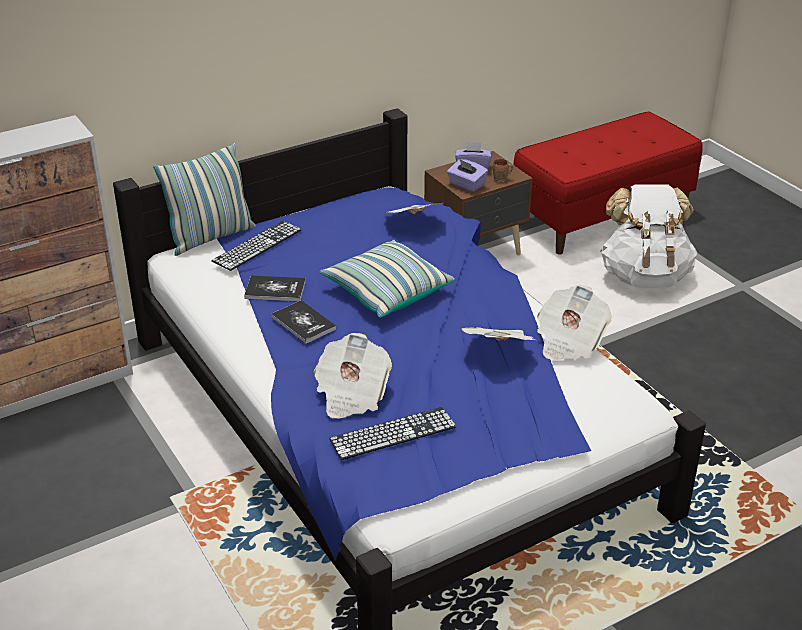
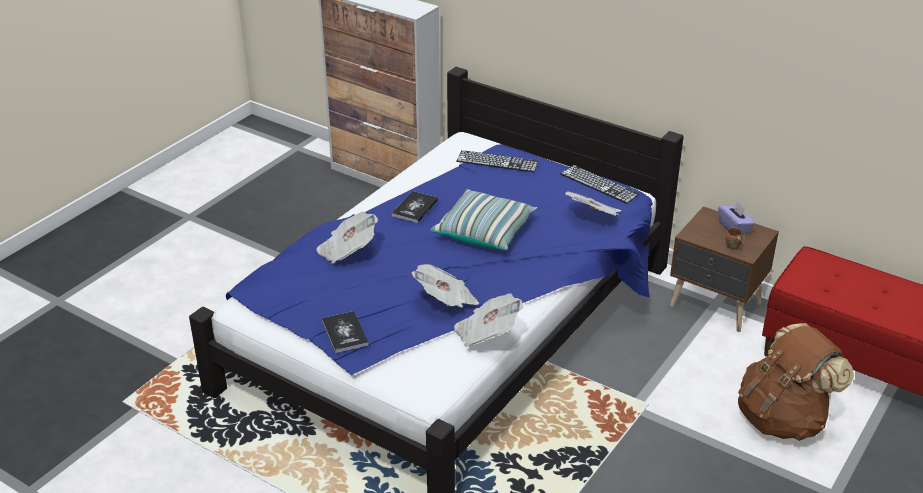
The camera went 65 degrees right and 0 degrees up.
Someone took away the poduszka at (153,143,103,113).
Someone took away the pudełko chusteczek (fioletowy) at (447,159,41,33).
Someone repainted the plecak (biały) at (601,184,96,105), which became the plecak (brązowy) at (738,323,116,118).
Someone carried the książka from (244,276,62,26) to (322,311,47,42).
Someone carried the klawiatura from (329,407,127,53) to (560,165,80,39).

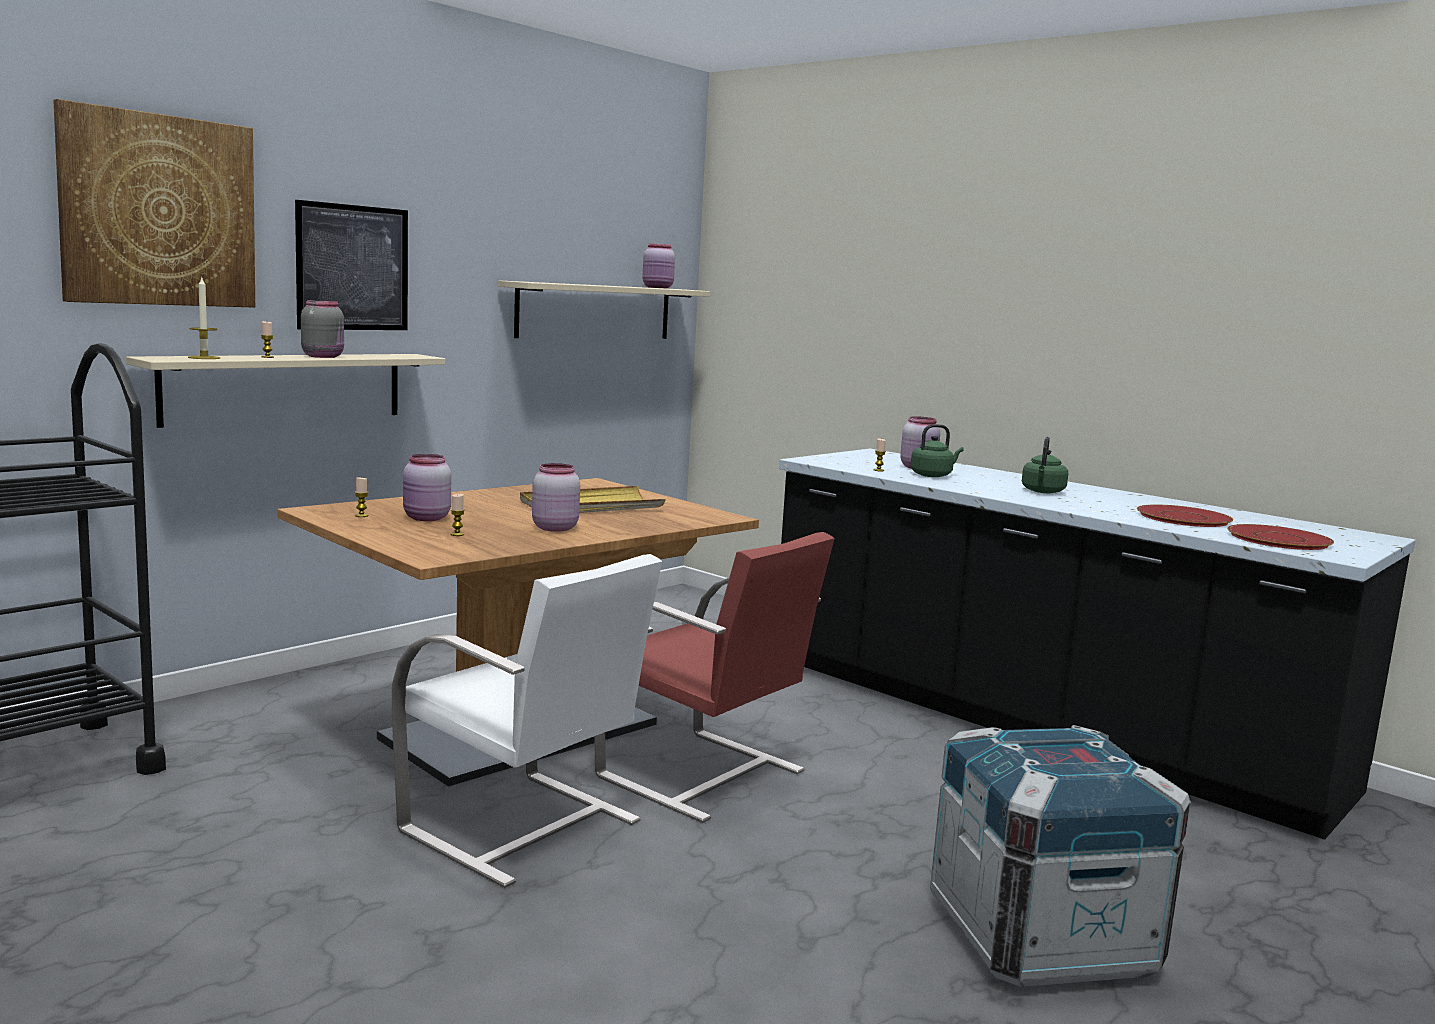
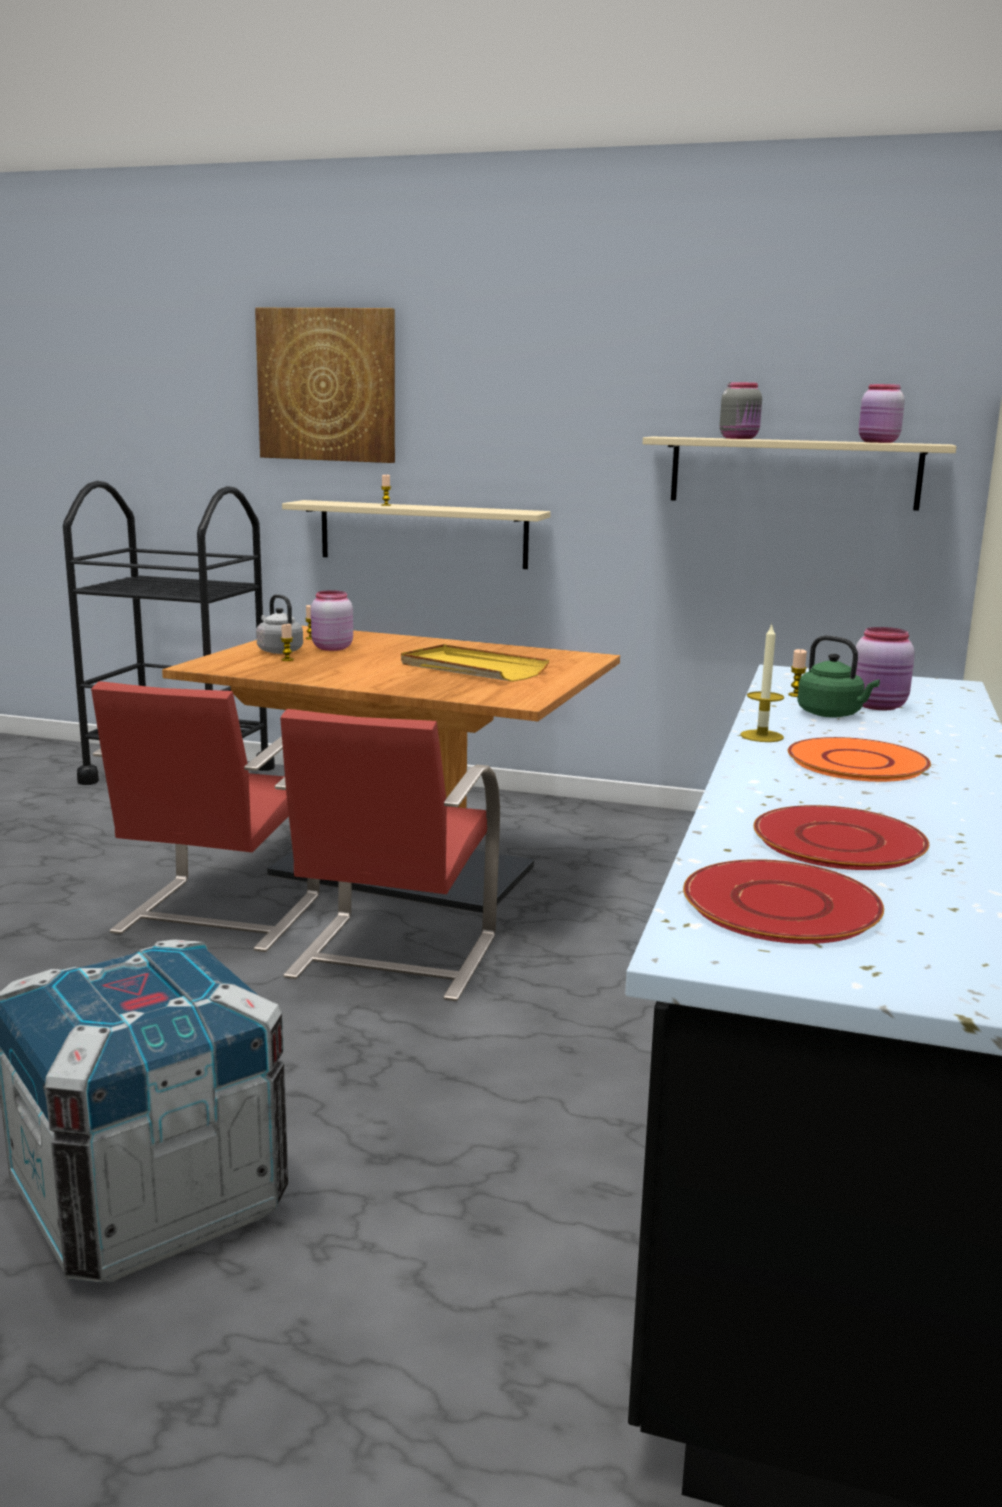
The camera went 65 degrees right and 5 degrees up.
Someone took away the obraz at (295,200,113,130).
Someone carried the świeca from (188,278,32,81) to (740,624,44,118).
Someone carried the słoik (szary) from (301,300,43,58) to (720,382,42,57).
Someone swapped the czajnik (zielony) at (1022,437,46,56) for the talerz (pomarańczowy) at (788,737,143,45).
Someone took away the słoik (różowy) at (532,463,48,69).
Someone repainted the krzesło (biały) at (392,554,270,334), which became the krzesło (czerwony) at (91,681,229,271).
Someone put down the czajnik (szary) at (256,594,47,60).

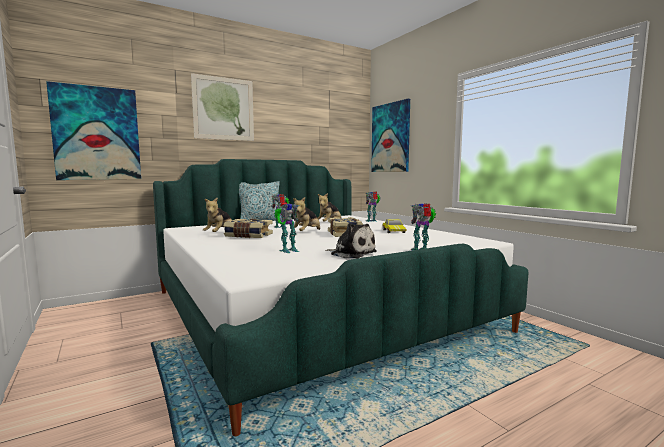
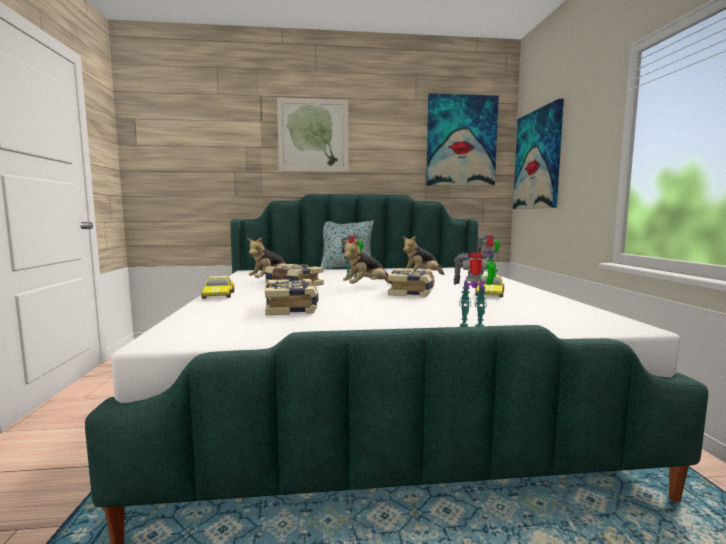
The camera went 25 degrees right and 0 degrees up.
Someone carried the obraz from (46,81,95,99) to (426,93,73,93).
Someone swapped the robot zabawkowy at (274,202,25,51) for the książka at (265,279,54,36).
Someone took away the pluszak at (325,223,52,35).
Someone put down the samochodzik at (201,276,34,23).

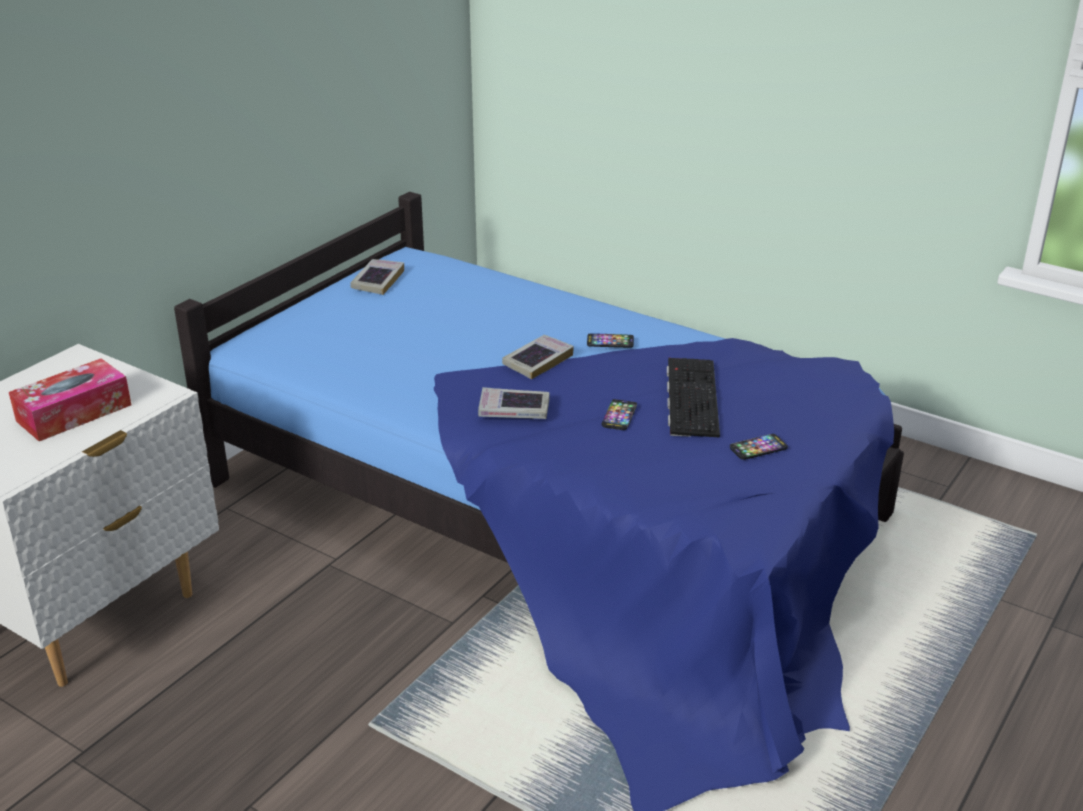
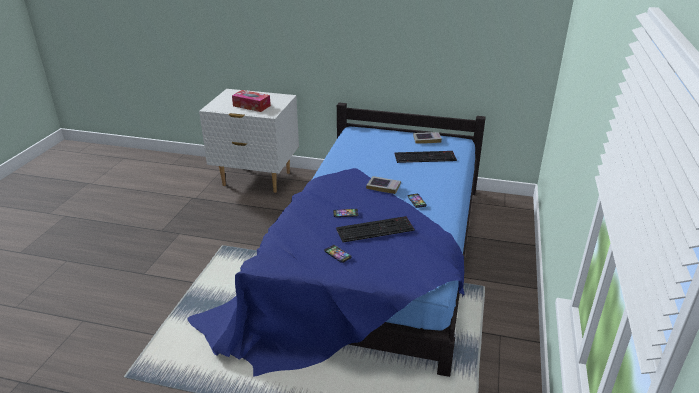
The camera went 70 degrees right and 0 degrees up.
Someone took away the książka at (478,387,71,32).
Someone put down the klawiatura at (394,151,63,12).

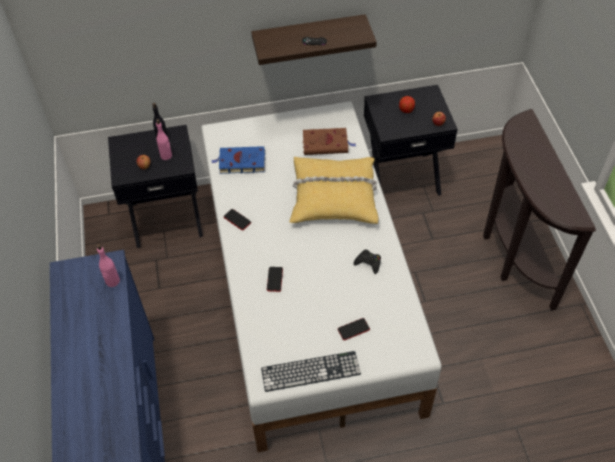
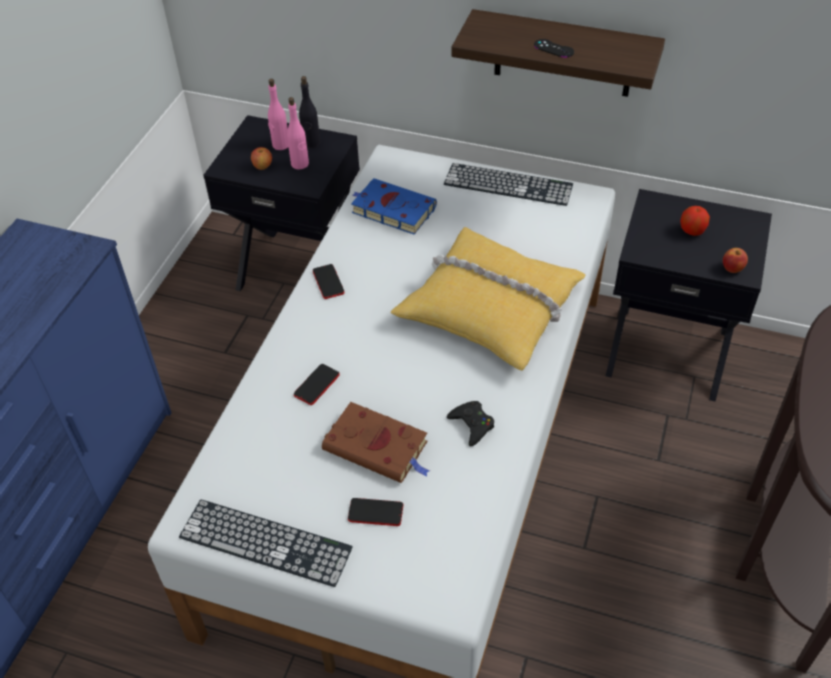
The camera went 30 degrees right and 5 degrees down.
Someone carried the książka (brązowy) from (303,128,53,27) to (322,402,108,81).
Someone carried the butelka (różowy) from (97,244,23,43) to (268,79,20,71).
Someone put down the klawiatura at (444,163,129,43).

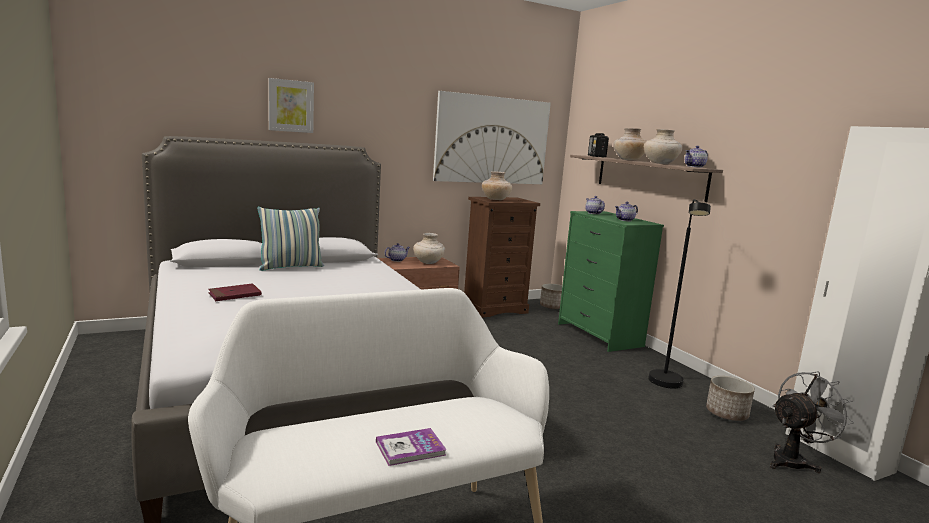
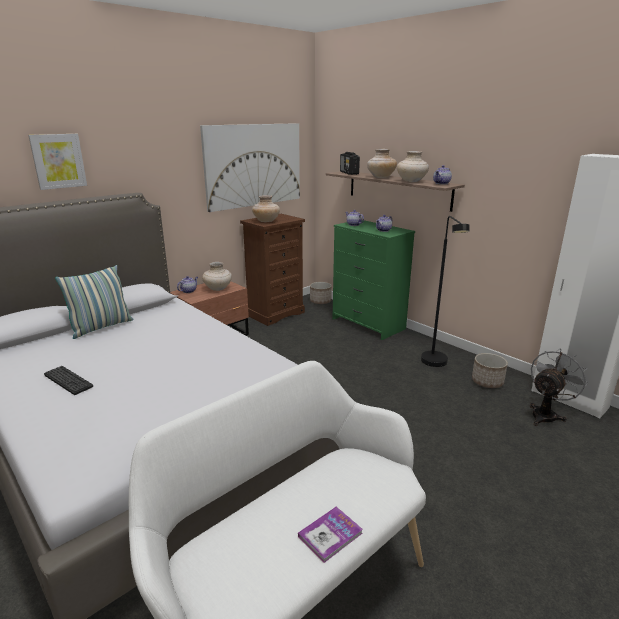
The camera went 15 degrees left and 10 degrees up.
Someone swapped the książka (czerwony) at (208,283,54,18) for the klawiatura at (44,366,49,29).

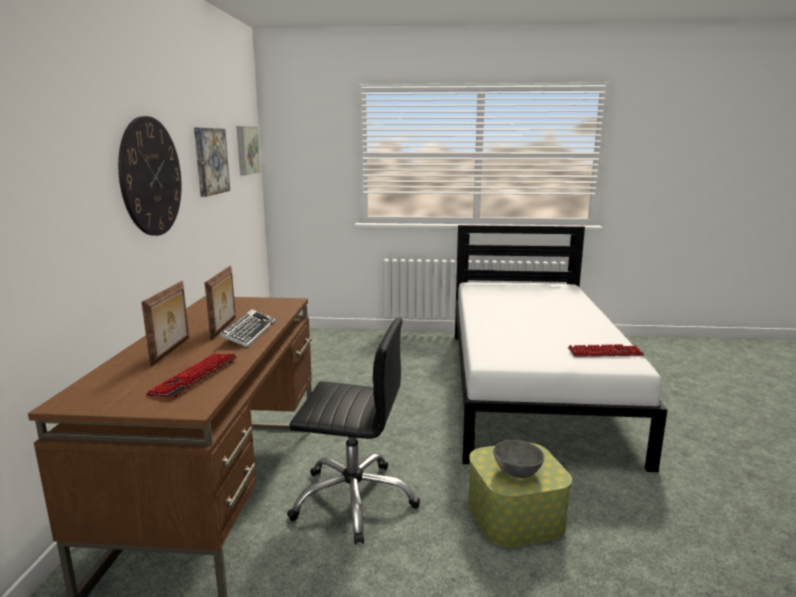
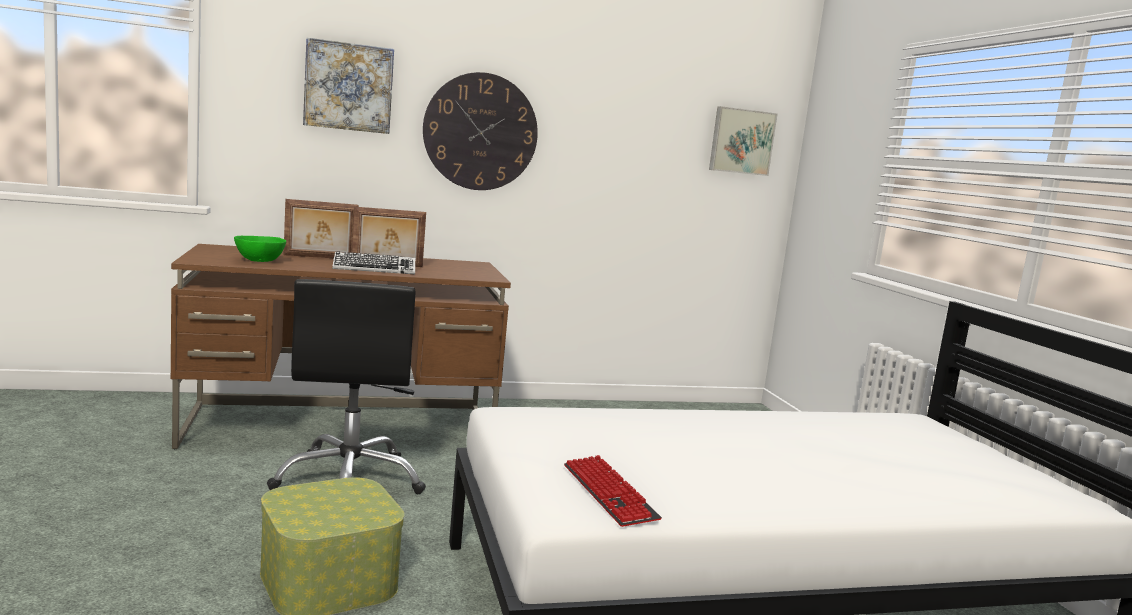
The camera went 70 degrees right and 5 degrees down.
Someone carried the obraz from (194,127,36,70) to (303,38,91,96).
Someone swapped the klawiatura at (146,353,91,45) for the miska (zielony) at (234,236,52,26).
Someone took away the miska (szary) at (493,440,51,38).

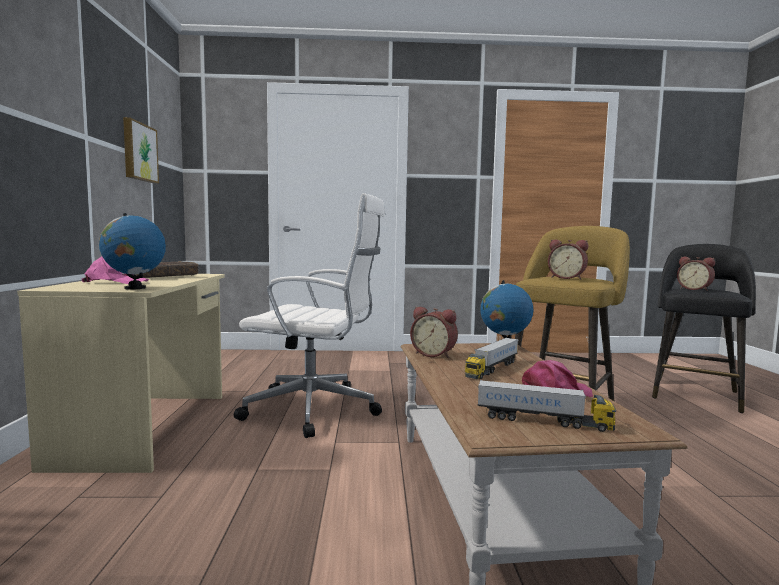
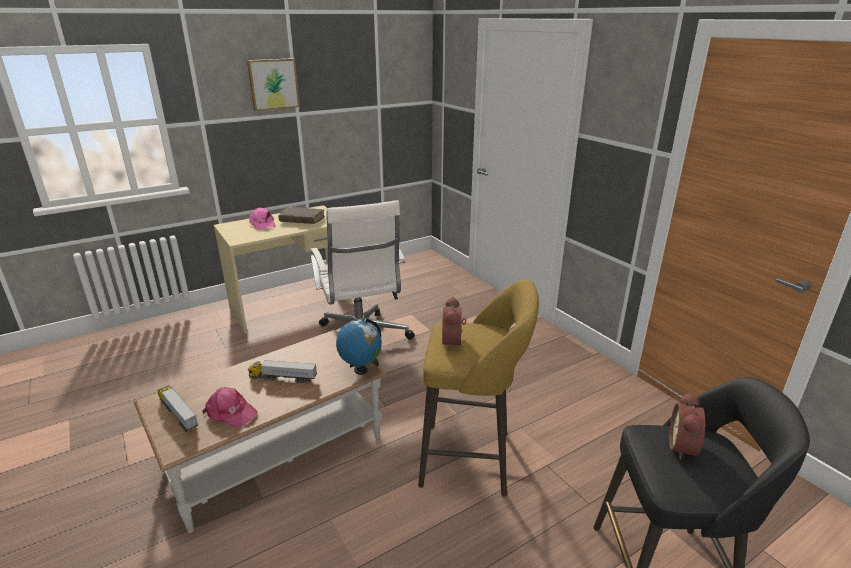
The camera went 60 degrees right and 20 degrees up.
Someone carried the obraz from (123,117,36,66) to (247,58,53,53).
Someone took away the globus at (99,213,67,77).
Someone took away the budzik at (410,307,48,51).
Someone rotated the ciężarówka zabawkowa at (478,380,138,52) by 150 degrees clockwise.

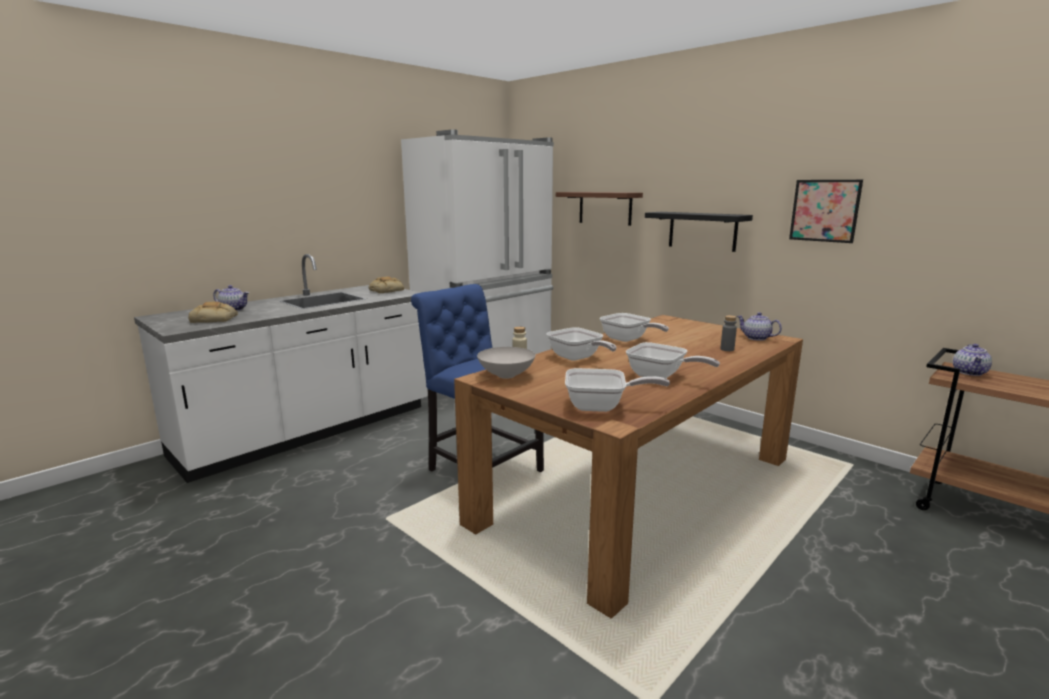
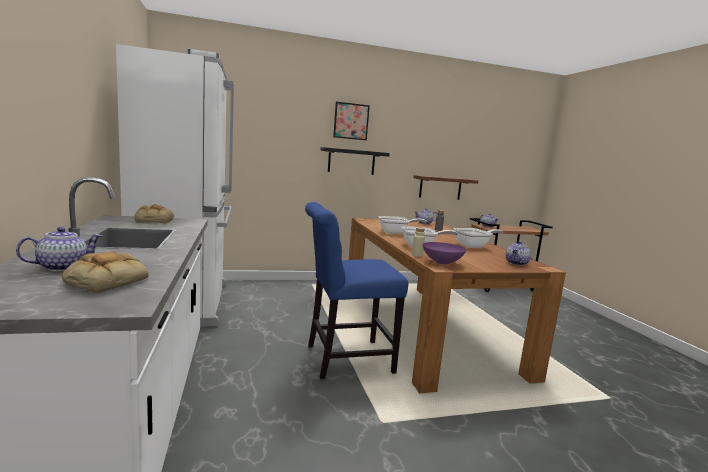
The camera went 60 degrees left and 5 degrees down.
Someone carried the obraz from (789,180,74,63) to (333,102,37,38).
Someone carried the półka (brązowy) from (556,192,87,34) to (414,175,64,25).
Someone repainted the miska (biały) at (477,347,58,32), which became the miska (fioletowy) at (423,242,43,22).
Someone swapped the patelnia at (565,368,105,44) for the imbryk at (506,241,25,25).

